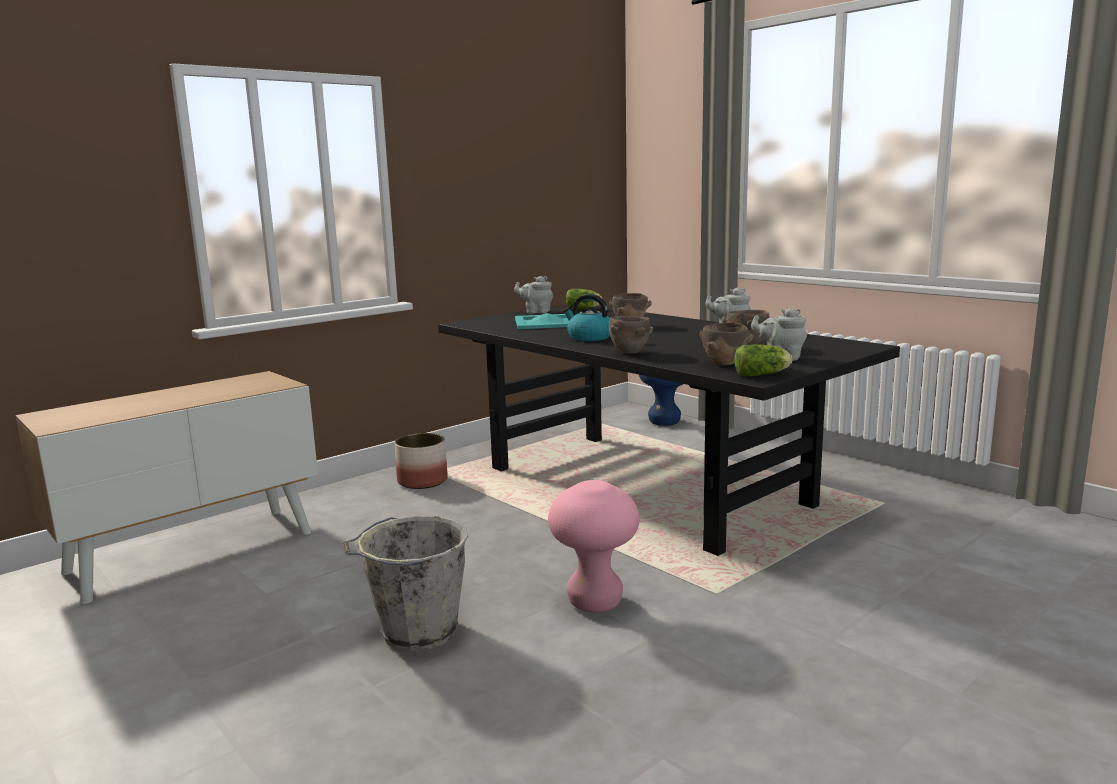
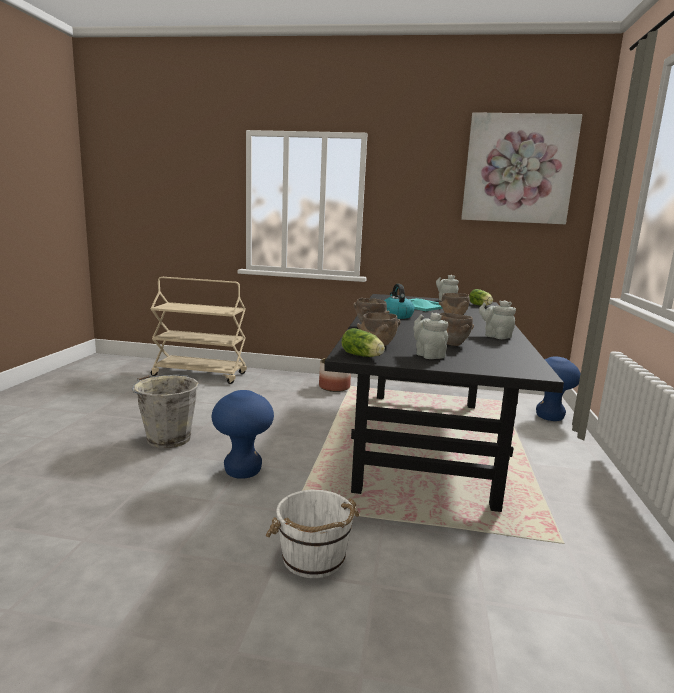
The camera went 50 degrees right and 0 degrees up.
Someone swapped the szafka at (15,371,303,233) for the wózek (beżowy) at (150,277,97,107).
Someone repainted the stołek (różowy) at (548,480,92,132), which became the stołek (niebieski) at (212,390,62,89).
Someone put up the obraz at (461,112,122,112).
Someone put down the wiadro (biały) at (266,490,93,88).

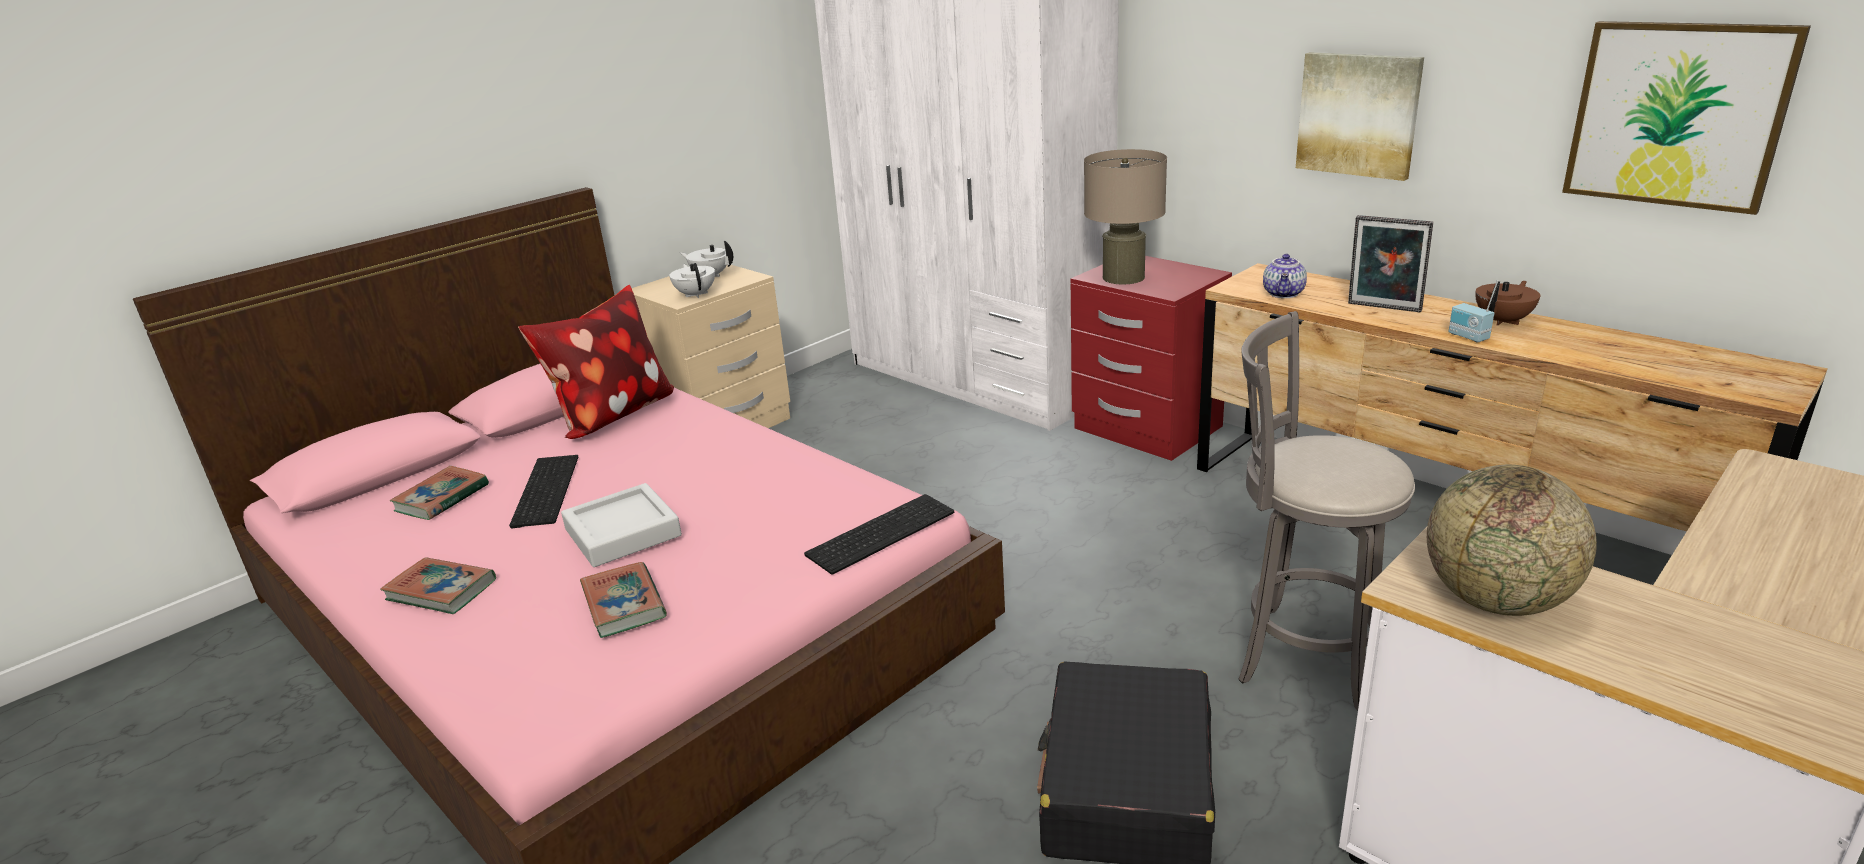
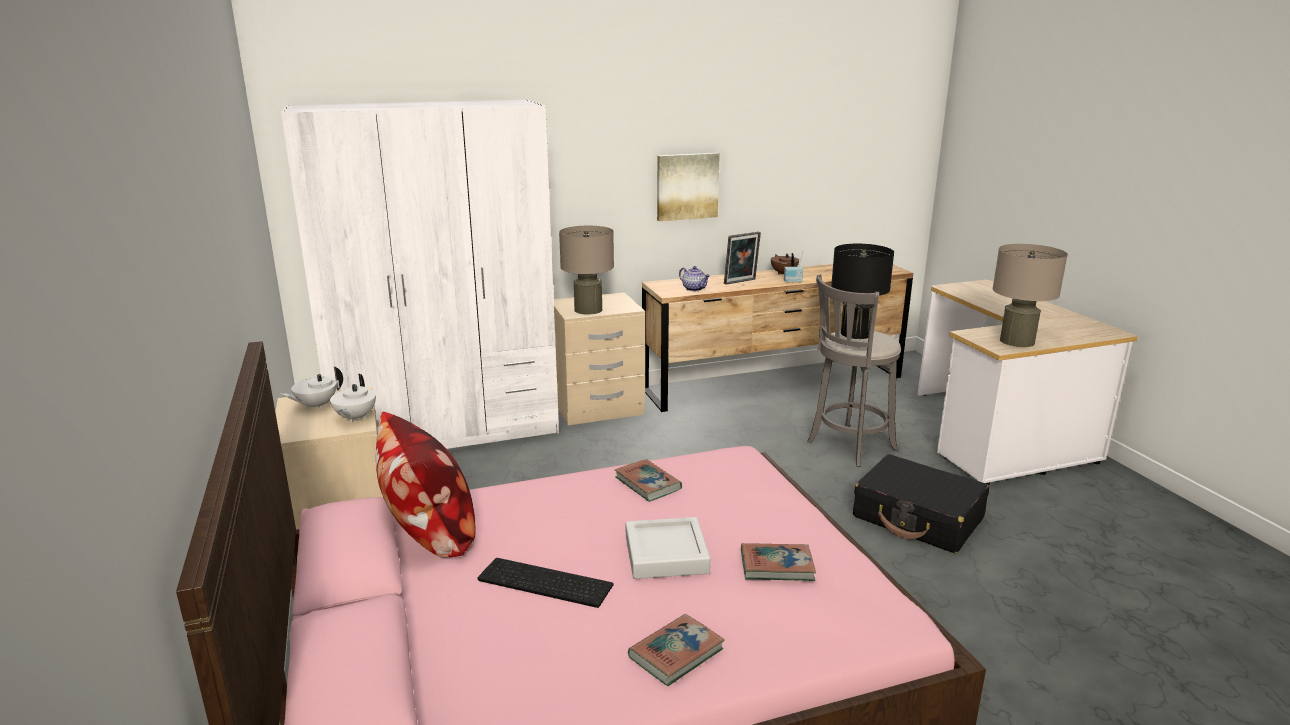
The camera went 65 degrees left and 5 degrees down.
Someone took away the obraz at (1562,21,249,194).
Someone repainted the szafka nocna (czerwony) at (1070,256,162,205), which became the szafka nocna (beżowy) at (554,292,91,133).
Someone rotated the imbryk (biały) at (669,263,46,35) by 90 degrees counterclockwise.
Someone swapped the globus at (1427,465,170,151) for the lampa stołowa (beżowy) at (992,244,76,103).
Someone carried the książka from (390,466,99,54) to (615,459,67,43).
Someone took away the klawiatura at (804,494,150,80).
Someone put down the lampa stołowa (czarny) at (831,244,63,95).

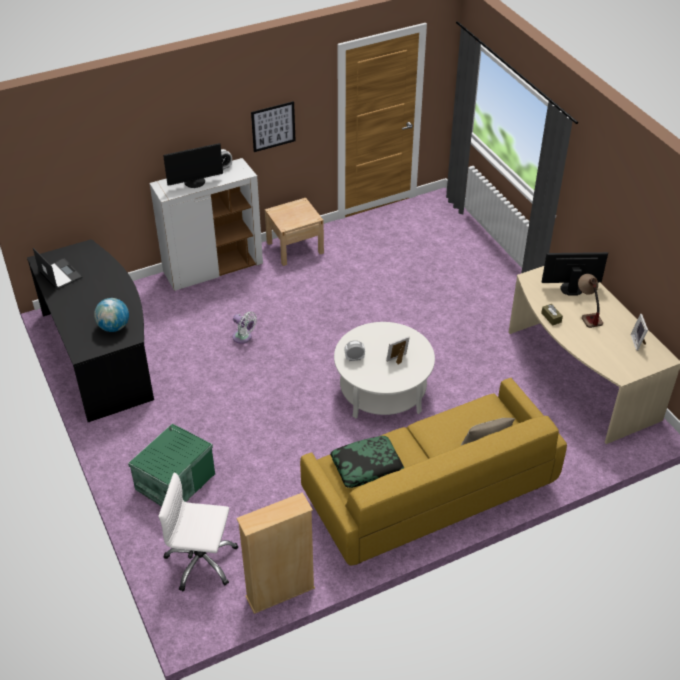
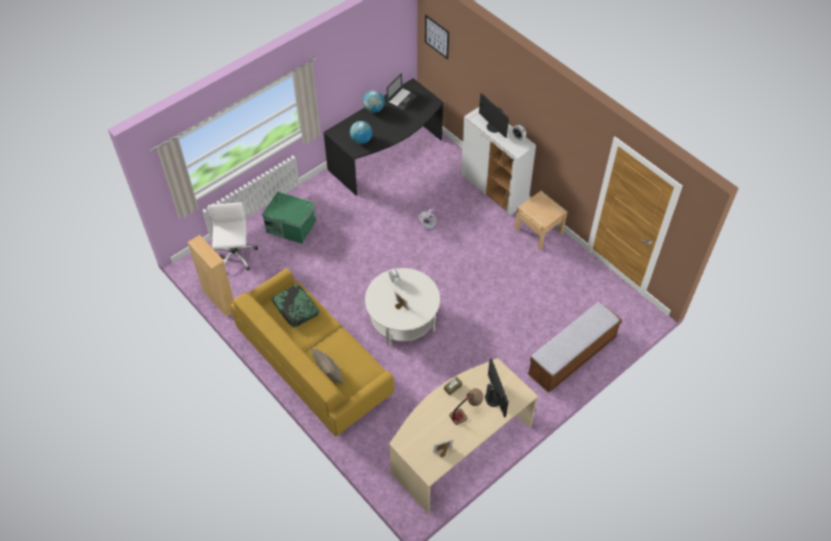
The camera went 75 degrees right and 10 degrees up.
Someone carried the obraz from (251,101,44,51) to (425,15,24,45).
Someone put down the globus at (363,90,22,23).
Someone put down the ławka at (528,302,94,91).

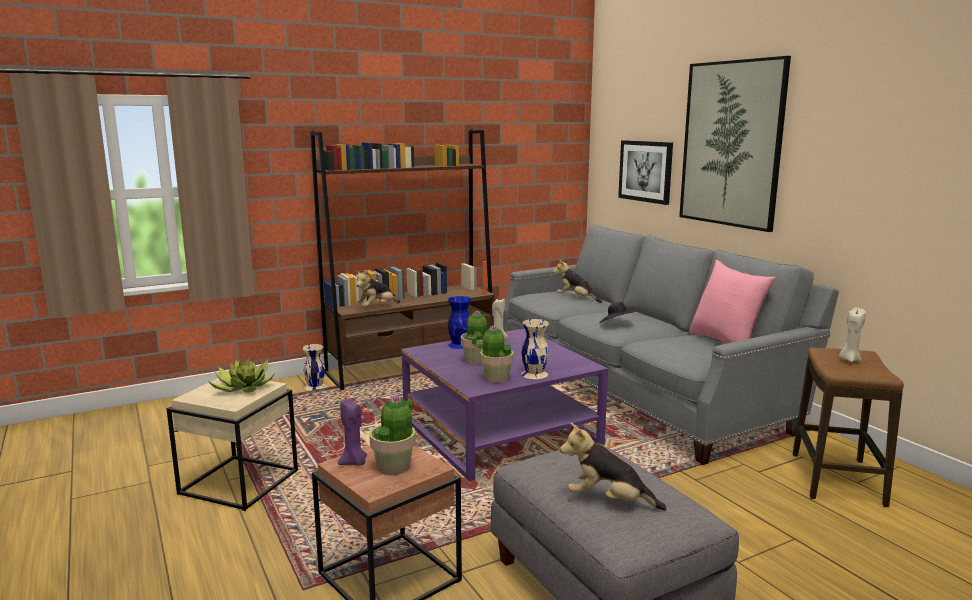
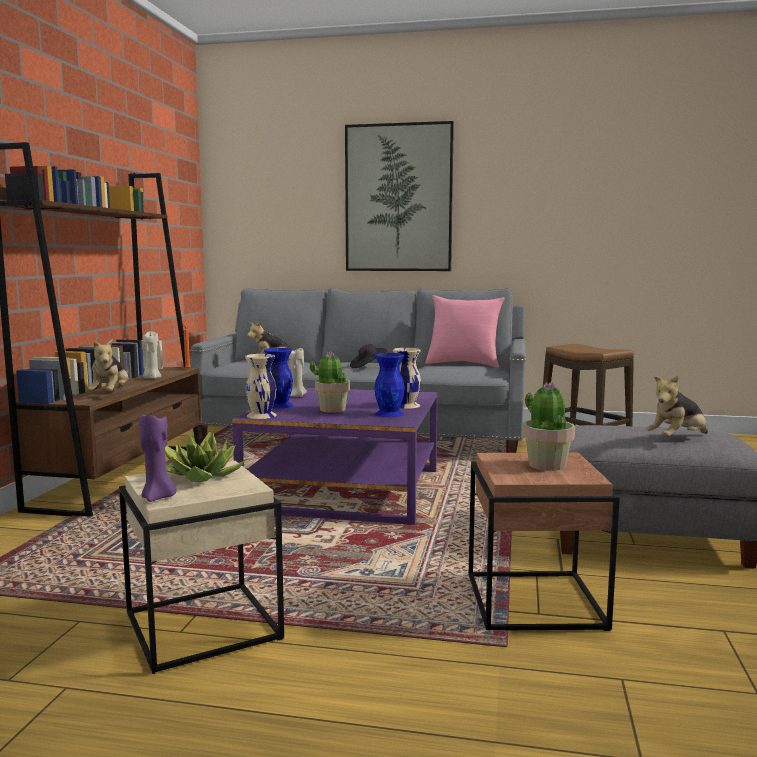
The camera went 50 degrees left and 5 degrees down.
Someone took away the obraz at (618,140,55,65).
Someone carried the świeca (beżowy) from (839,307,27,55) to (143,331,19,47).
Someone swapped the roślina doniczkowa at (472,326,42,57) for the wazon (niebieski) at (374,353,31,64).
Someone carried the wazon (beżowy) from (302,344,24,47) to (245,354,32,65).
Someone carried the świeca (fioletowy) from (338,399,29,67) to (139,413,37,89).

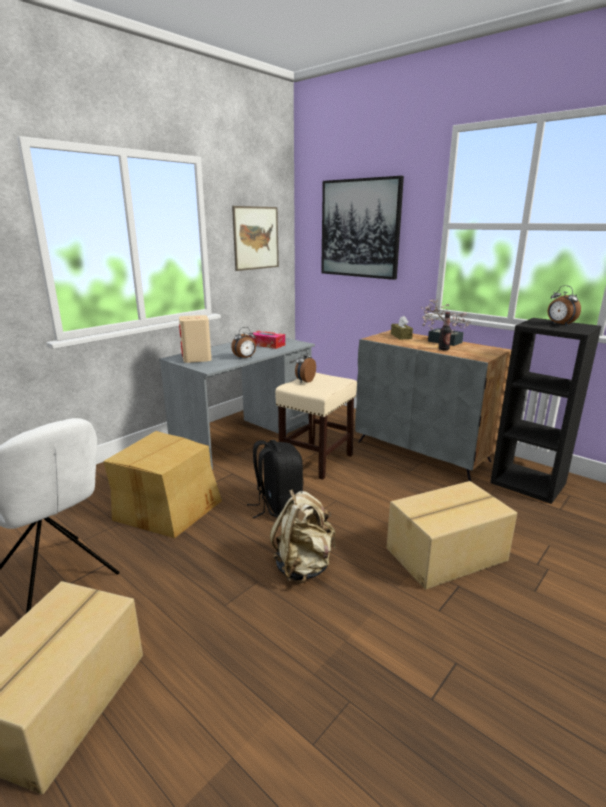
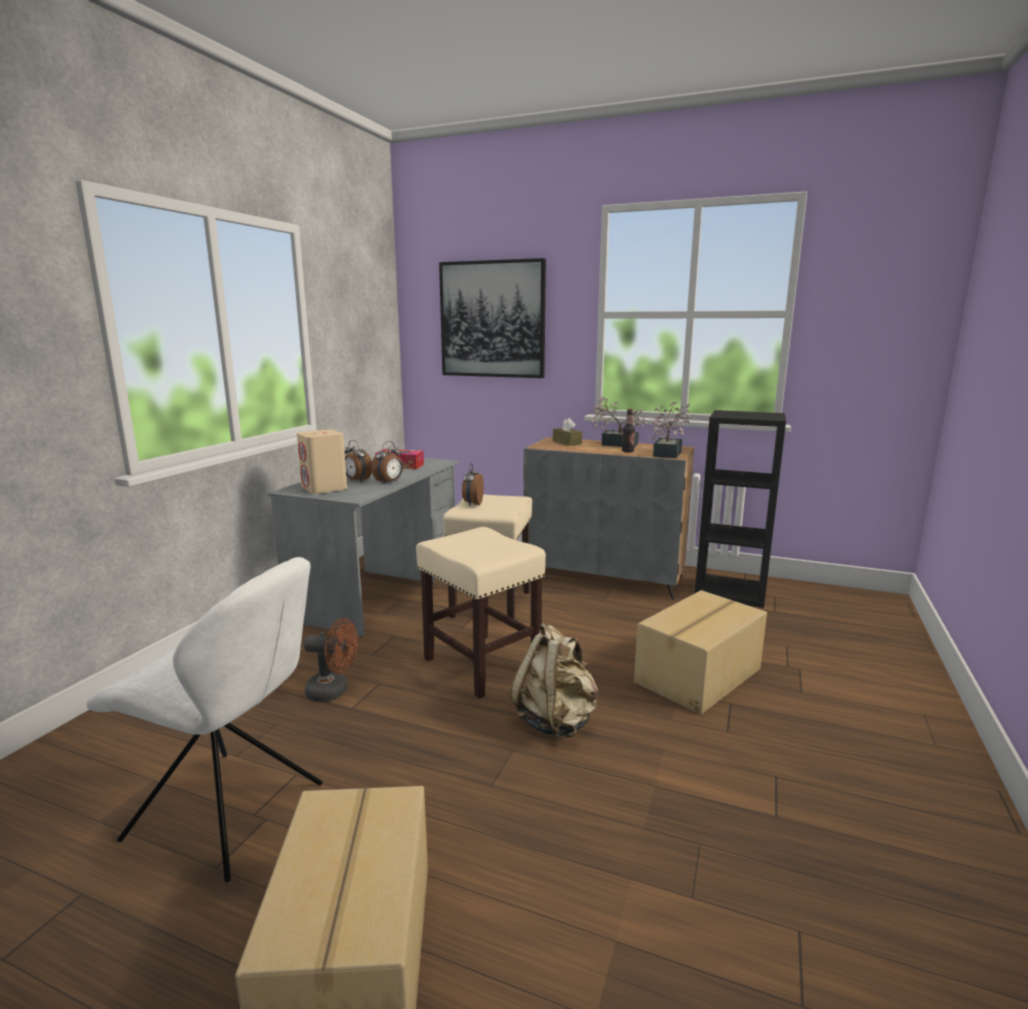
The camera went 20 degrees left and 5 degrees down.
Someone took away the obraz at (232,206,47,65).
Someone carried the budzik from (548,285,33,41) to (344,440,28,42).
Someone swapped the karton at (103,431,119,107) for the wentylator (brązowy) at (304,618,54,83).
Someone swapped the plecak (czarny) at (247,440,56,78) for the stołek (beżowy) at (416,527,130,171).
Someone put down the roślina doniczkowa at (650,402,41,56).

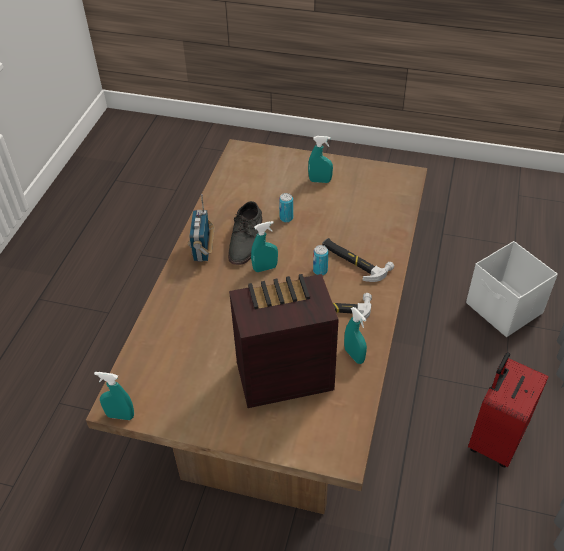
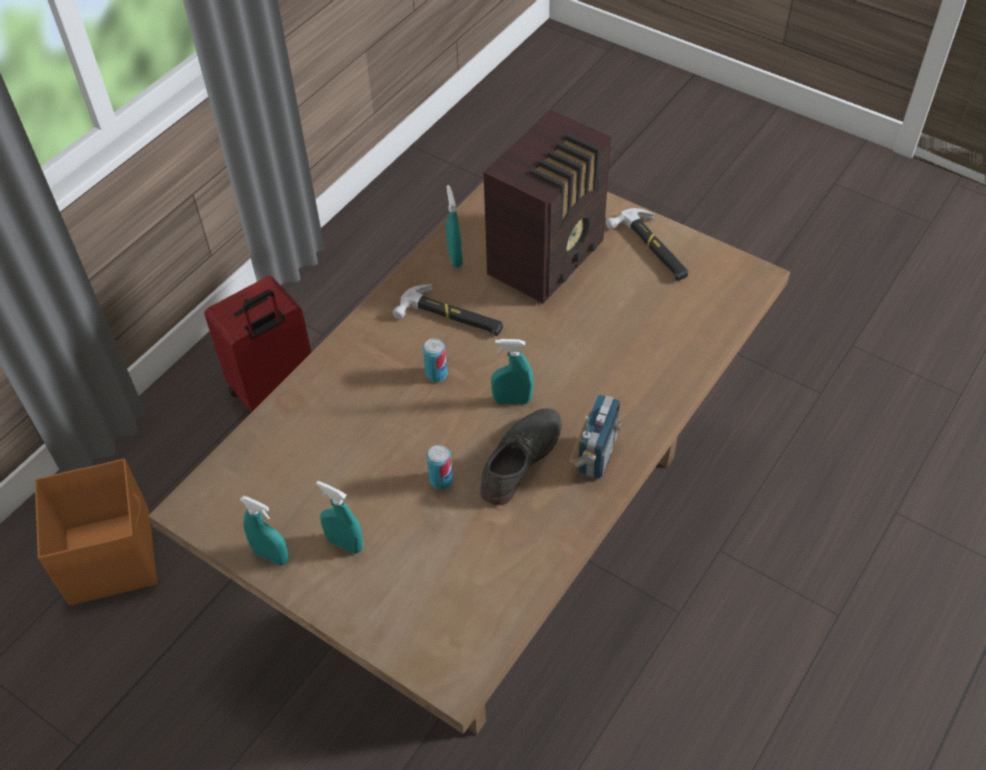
The camera went 160 degrees left and 5 degrees up.
Someone carried the młotek from (322,238,72,44) to (606,208,83,73).
Someone repainted the pojemnik do przechowywania (biały) at (466,241,92,96), which became the pojemnik do przechowywania (pomarańczowy) at (35,459,122,146).
Someone rotated the radio at (229,274,110,134) by 60 degrees counterclockwise.
Someone carried the spryskiwacz (turkusowy) from (94,372,40,48) to (240,496,49,70).

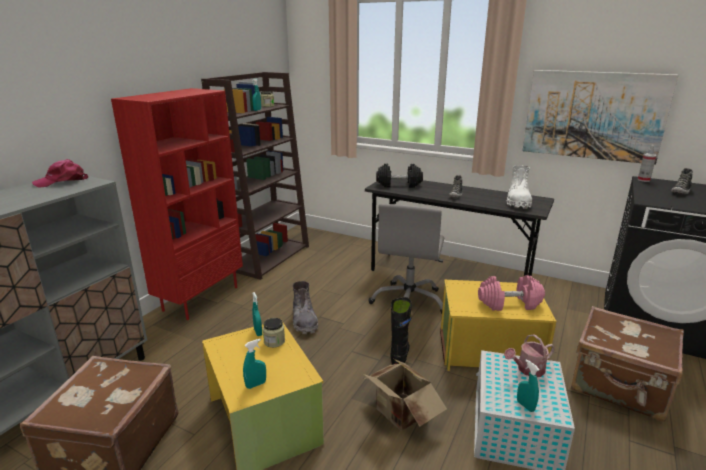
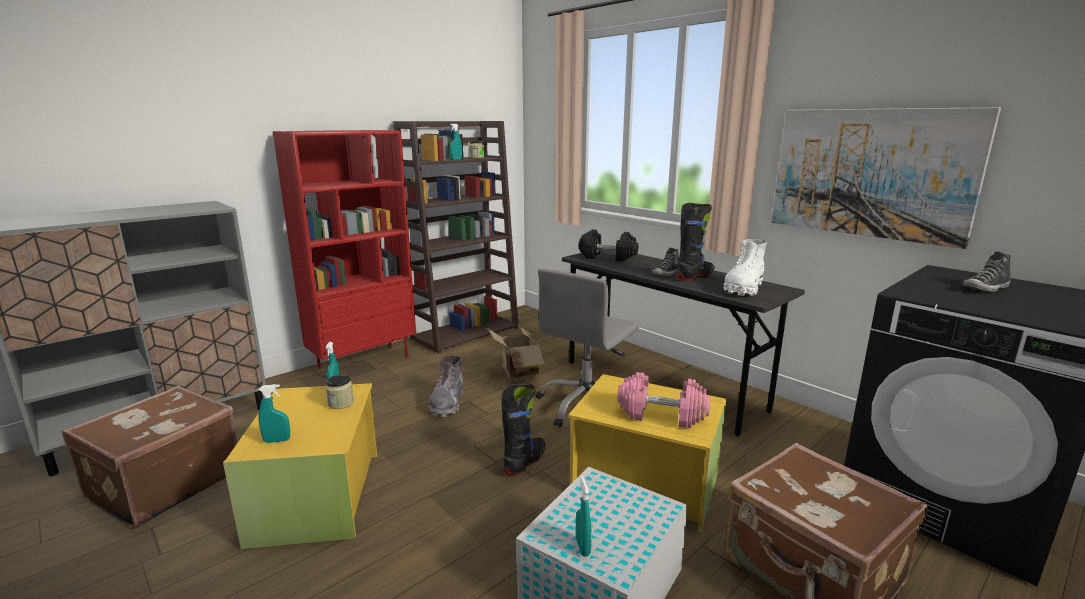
The camera went 20 degrees right and 5 degrees down.
Someone took away the spryskiwacz at (637,145,20,37).
Someone took away the czapka z daszkiem (różowy) at (32,159,56,29).
Someone took away the konewka at (504,334,51,43).
Someone carried the karton from (364,359,83,72) to (487,325,58,53).
Someone put down the but z cholewką (czarny) at (677,203,38,78).

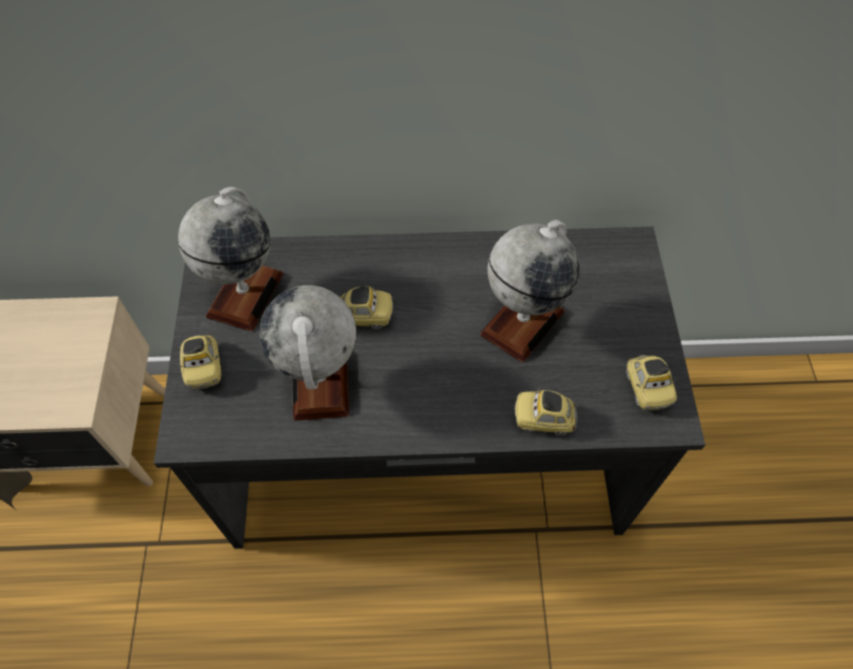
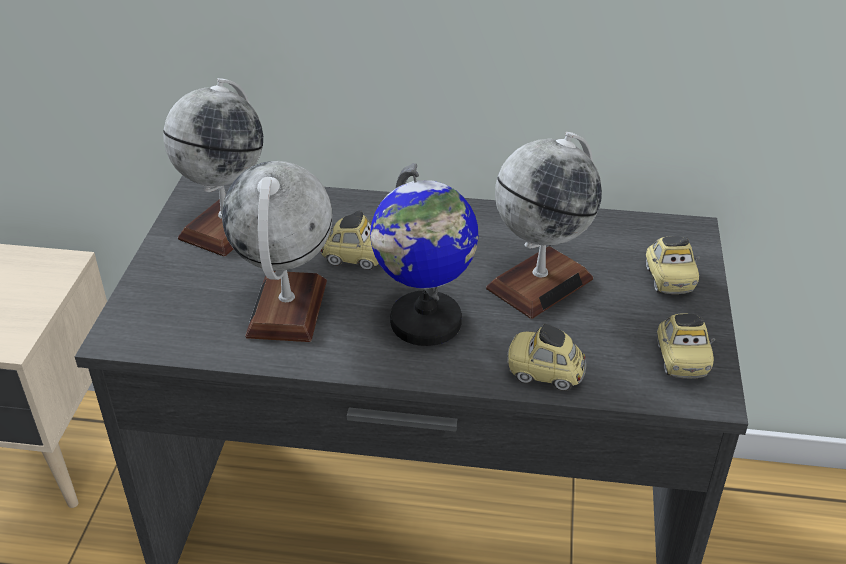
The camera went 10 degrees right and 20 degrees down.
Someone carried the samochodzik from (177,335,44,55) to (645,236,55,58).
Someone put down the globus at (370,163,108,183).

